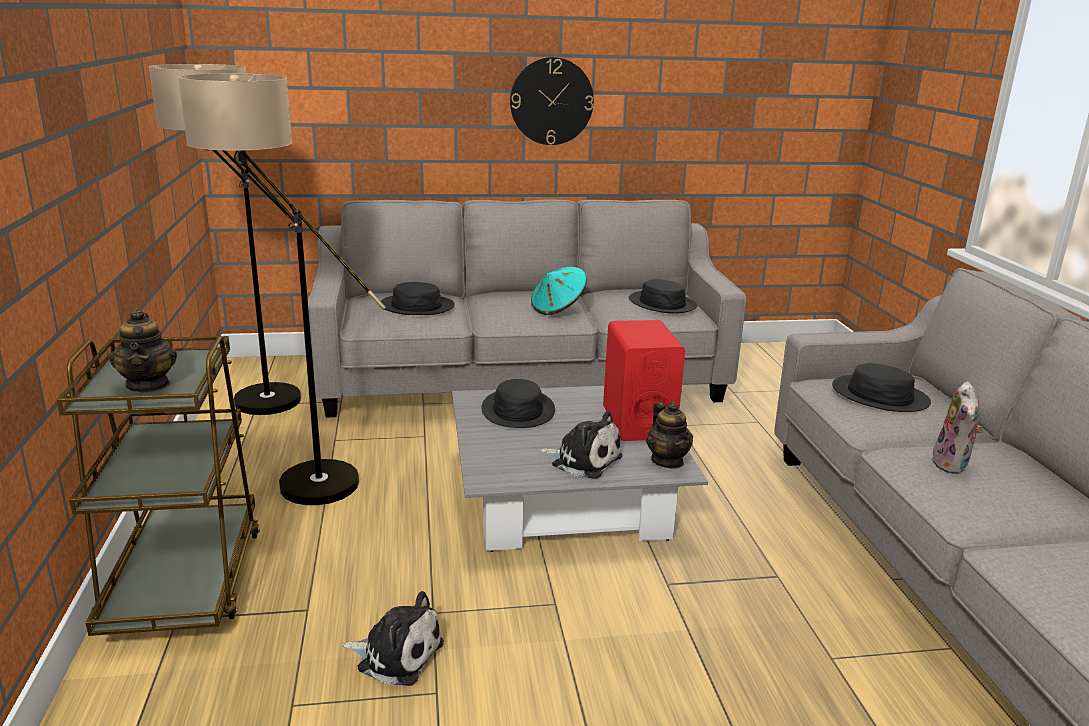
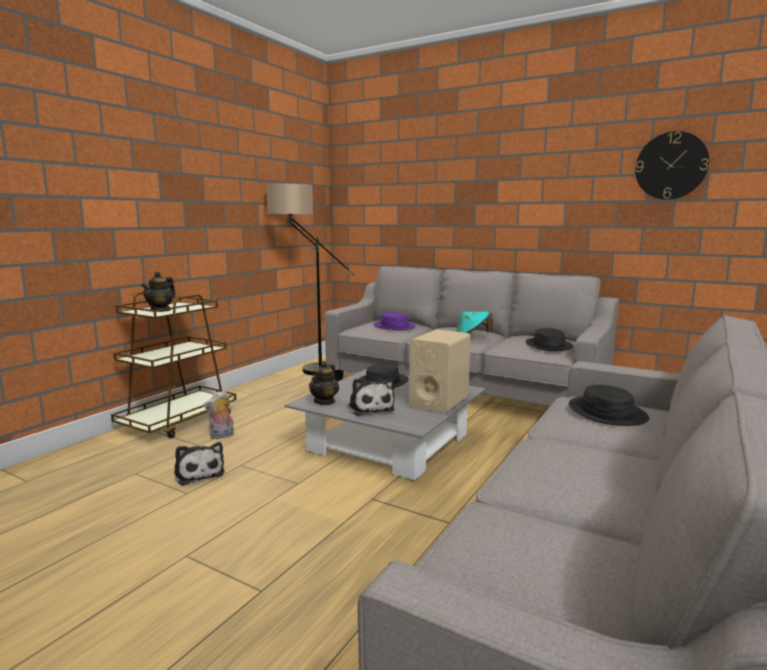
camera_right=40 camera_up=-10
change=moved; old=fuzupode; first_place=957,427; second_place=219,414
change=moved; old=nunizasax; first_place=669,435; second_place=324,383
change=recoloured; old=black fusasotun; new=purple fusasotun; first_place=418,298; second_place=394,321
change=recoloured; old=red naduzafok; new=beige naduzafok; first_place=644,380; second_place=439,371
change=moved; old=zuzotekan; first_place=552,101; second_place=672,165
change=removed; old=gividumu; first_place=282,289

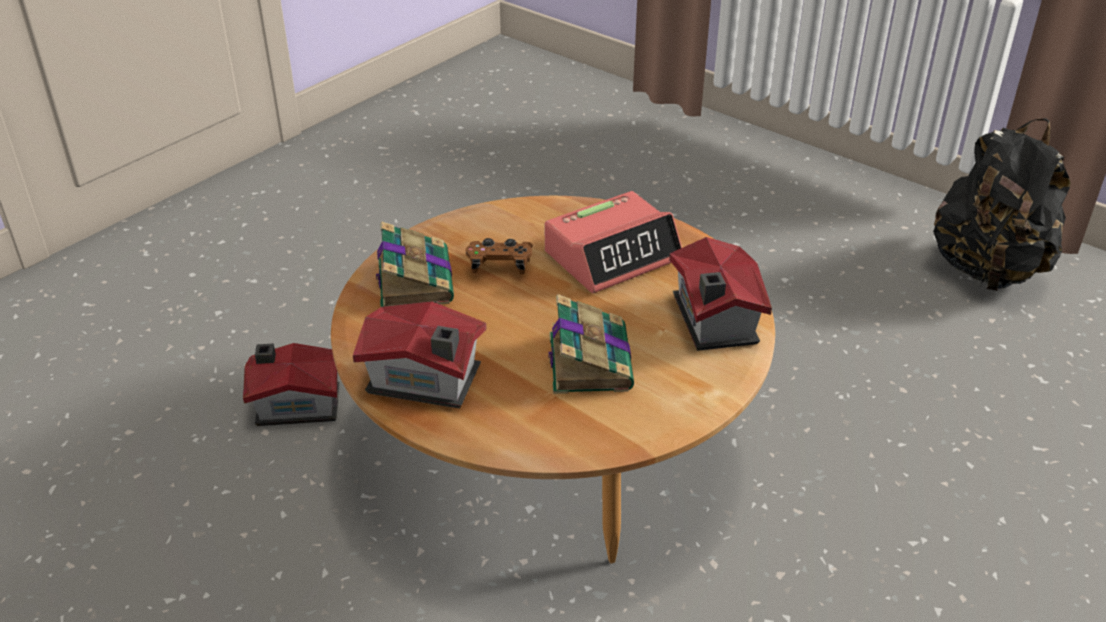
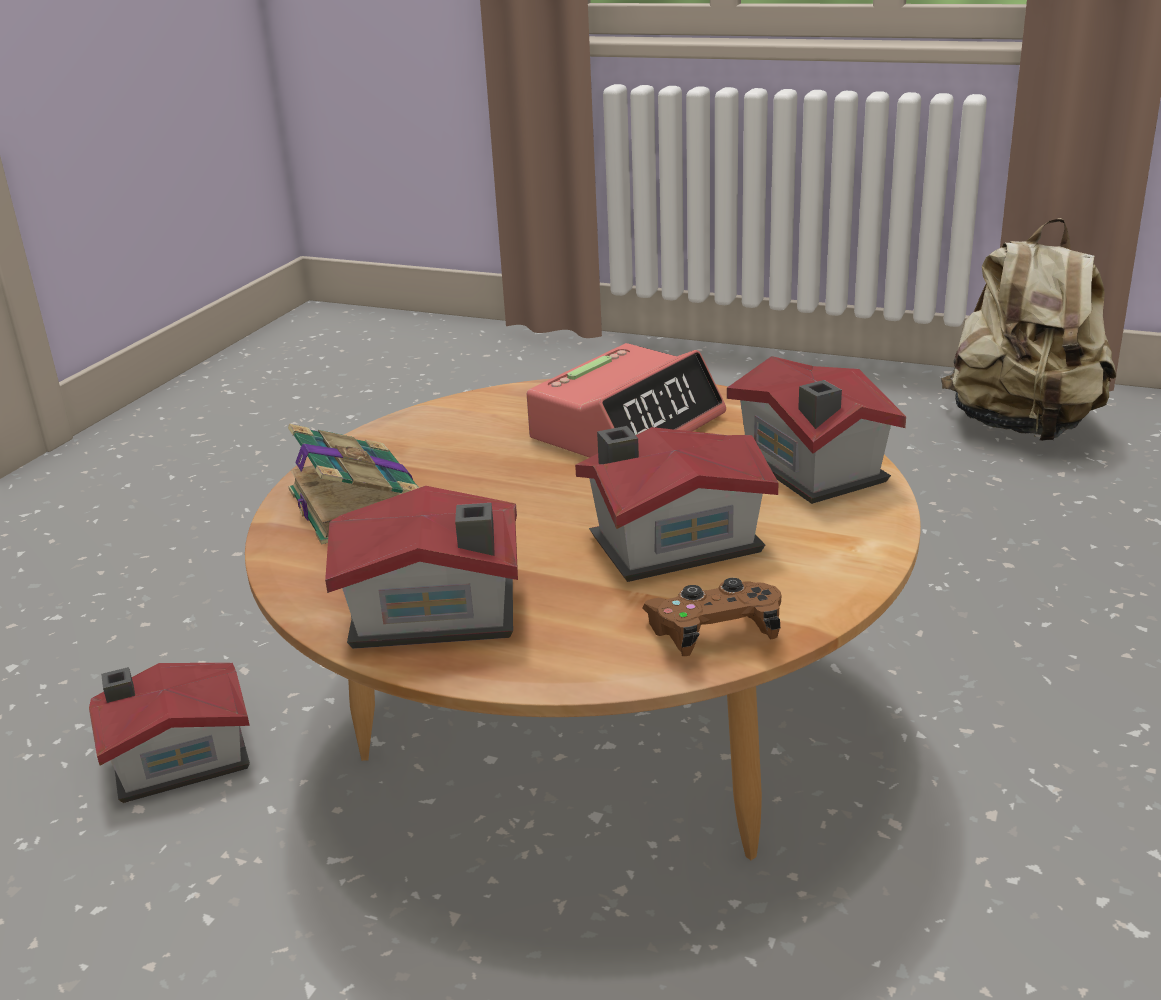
camera_right=-15 camera_up=-10
change=replaced; old=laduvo; new=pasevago; first_place=591,344; second_place=676,504
change=moved; old=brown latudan; first_place=499,256; second_place=711,617
change=recoloured; old=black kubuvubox; new=beige kubuvubox; first_place=1002,204; second_place=1028,329

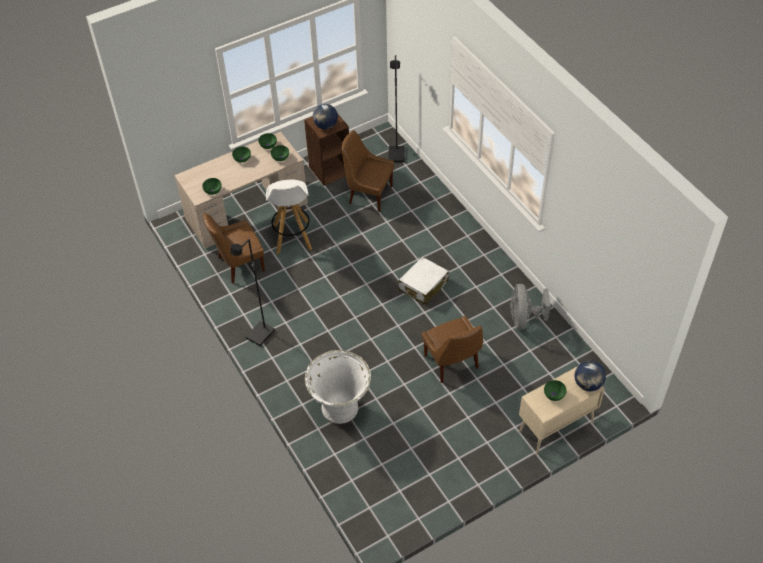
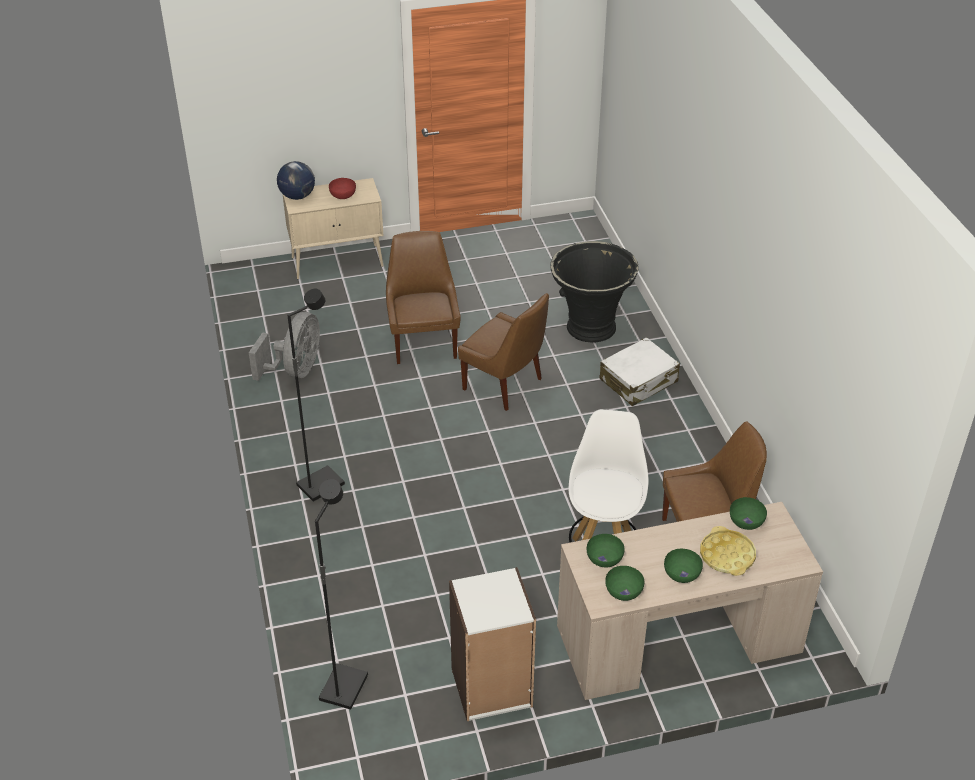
camera_right=-165 camera_up=-10
change=moved; old=black gividumu; first_place=252,292; second_place=316,395
change=recoloured; old=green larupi; new=red larupi; first_place=555,390; second_place=342,188
change=recoloured; old=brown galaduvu; new=white galaduvu; first_place=326,150; second_place=492,644
change=moved; old=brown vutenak; first_place=368,171; second_place=503,352
change=recoloured; old=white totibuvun; new=black totibuvun; first_place=338,387; second_place=594,292
change=moved; old=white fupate; first_place=424,281; second_place=639,371
change=added; new=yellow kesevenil; second_place=728,551
change=removed; old=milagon; first_place=325,117

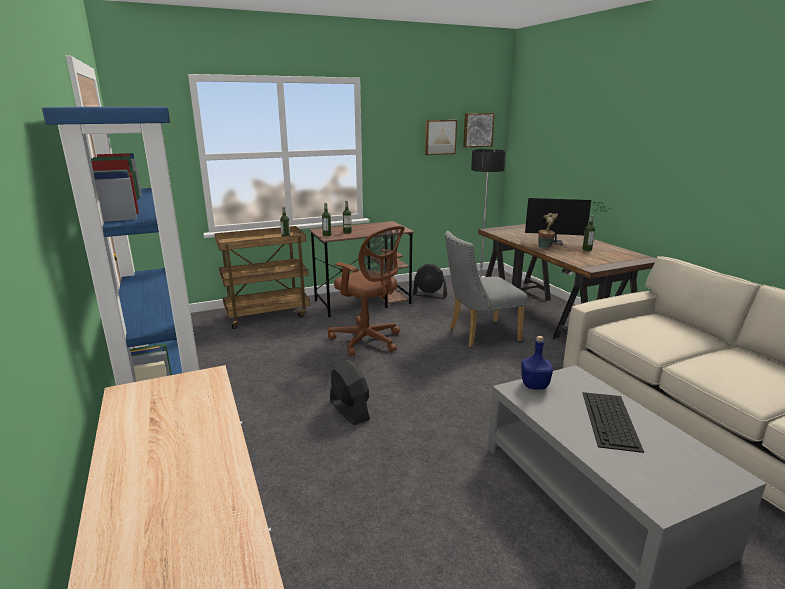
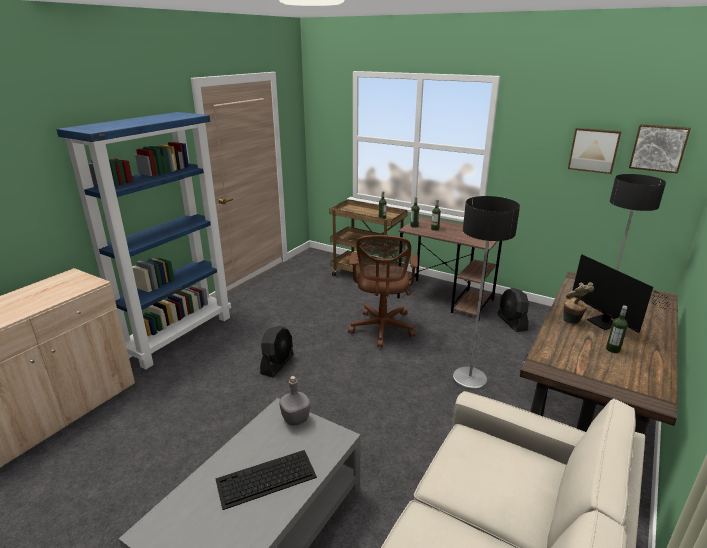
camera_right=55 camera_up=5
change=recoloured; old=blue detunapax; new=grey detunapax; first_place=537,363; second_place=294,401
change=replaced; old=grey vutenak; new=gividumu; first_place=486,289; second_place=486,293

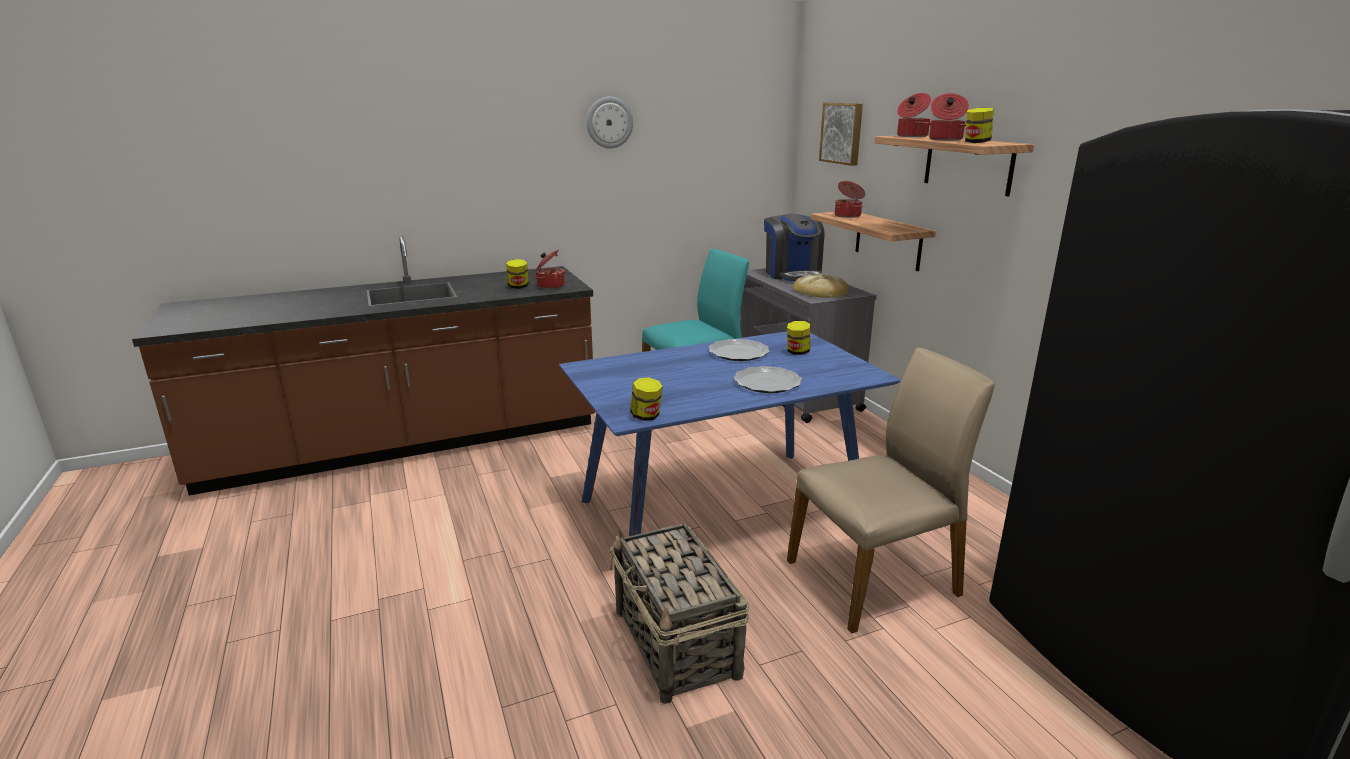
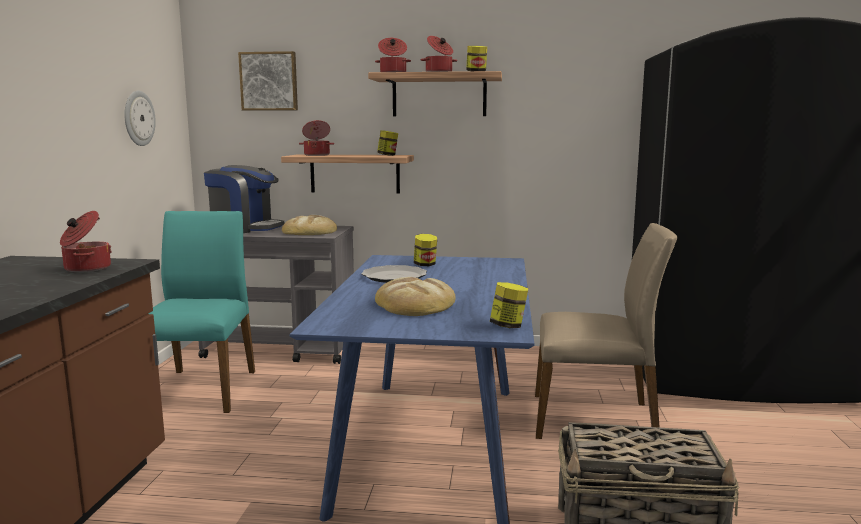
camera_right=-60 camera_up=-10
change=moved; old=zuzotekan; first_place=610,123; second_place=140,118
change=added; new=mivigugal; second_place=415,296
change=moved; old=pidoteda; first_place=517,274; second_place=387,143
change=turned; old=beige vutenak; first_place=891,491; second_place=606,331; degrees=90
change=removed; old=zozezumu; first_place=767,379

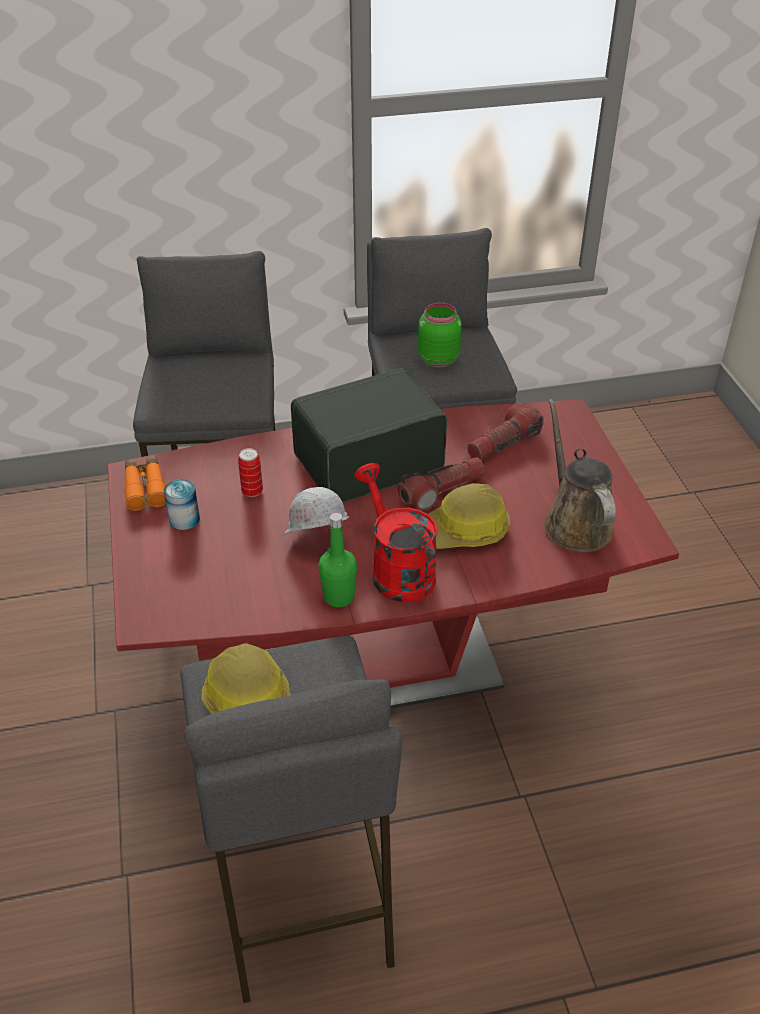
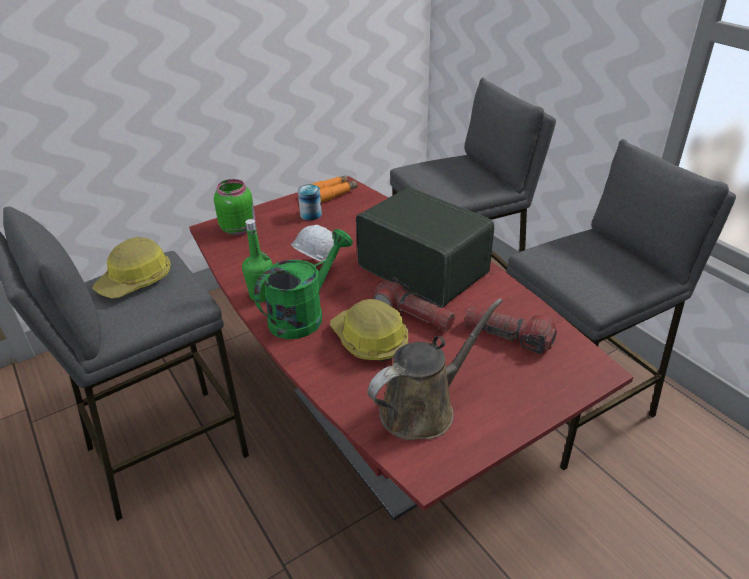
camera_right=70 camera_up=-5
change=moved; old=green pidoteda; first_place=440,335; second_place=234,207
change=recoloured; old=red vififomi; new=green vififomi; first_place=396,533; second_place=303,284
change=removed; old=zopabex; first_place=250,472

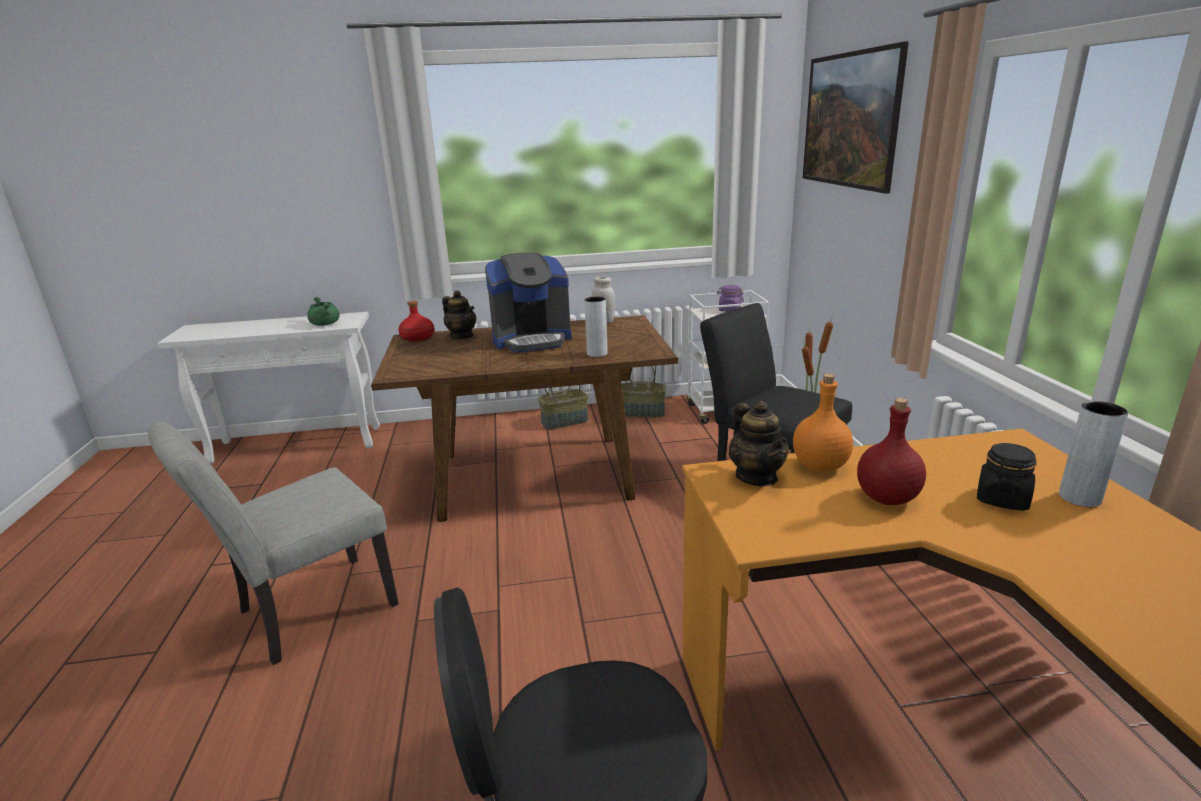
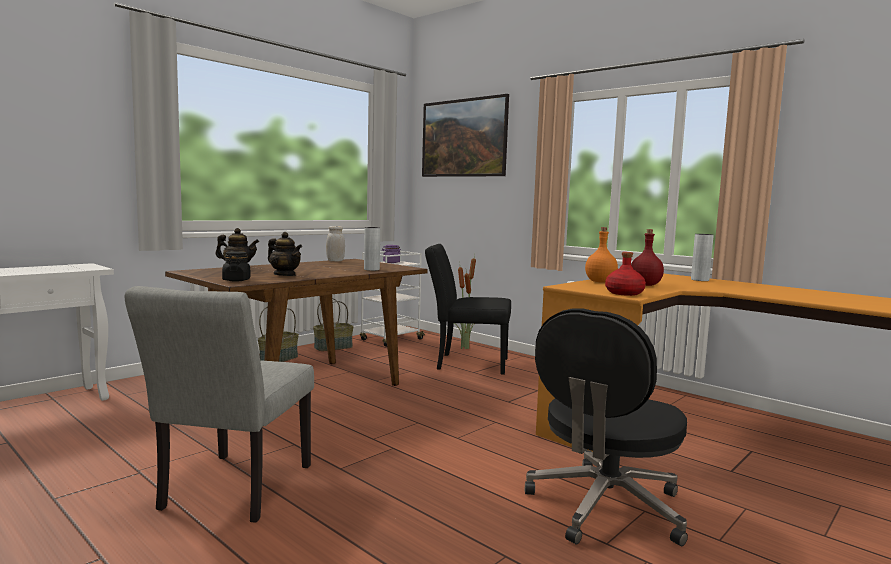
camera_right=-40 camera_up=-15
change=moved; old=black pidoteda; first_place=1007,477; second_place=236,266
change=moved; old=nunizasax; first_place=758,443; second_place=285,254
change=moved; old=red detunapax; first_place=416,321; second_place=625,274
change=removed; old=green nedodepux; first_place=323,311
change=removed; old=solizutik; first_place=528,302

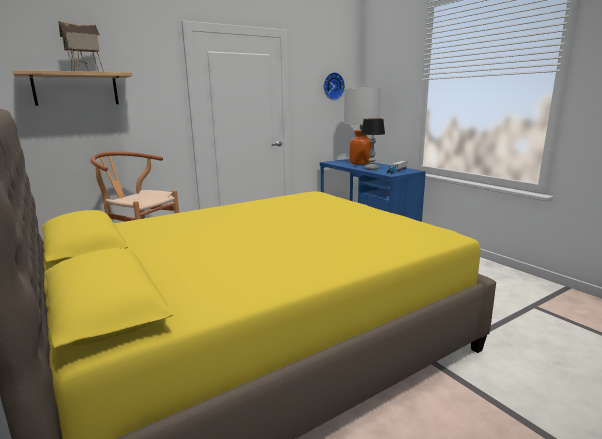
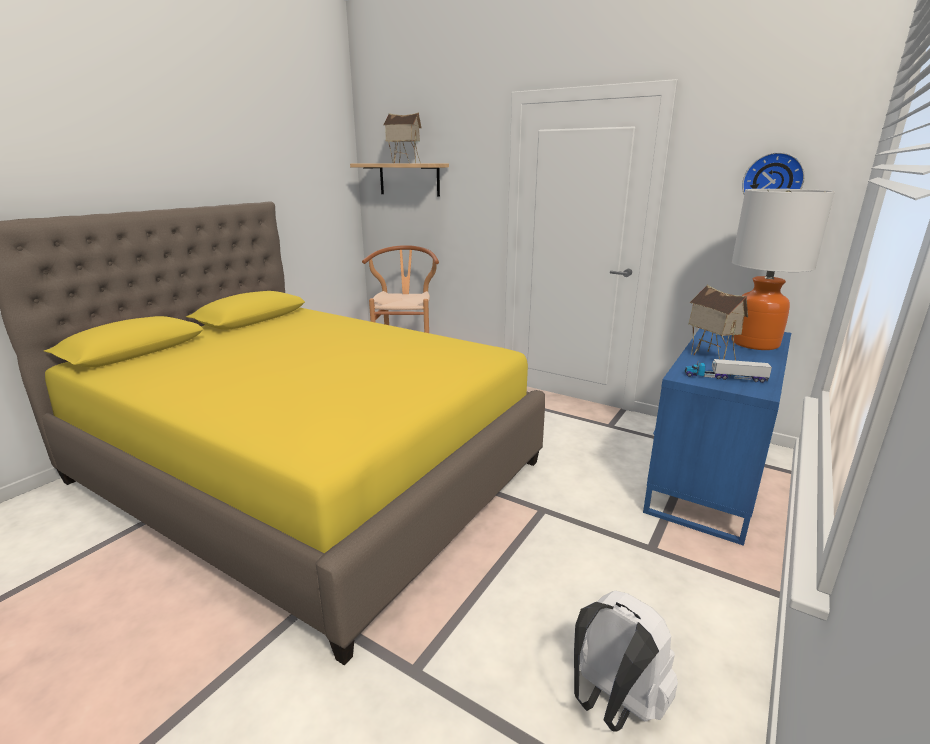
camera_right=65 camera_up=5
change=added; new=white kubuvubox; second_place=626,661
change=replaced; old=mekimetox; new=pasevago; first_place=373,144; second_place=718,323

